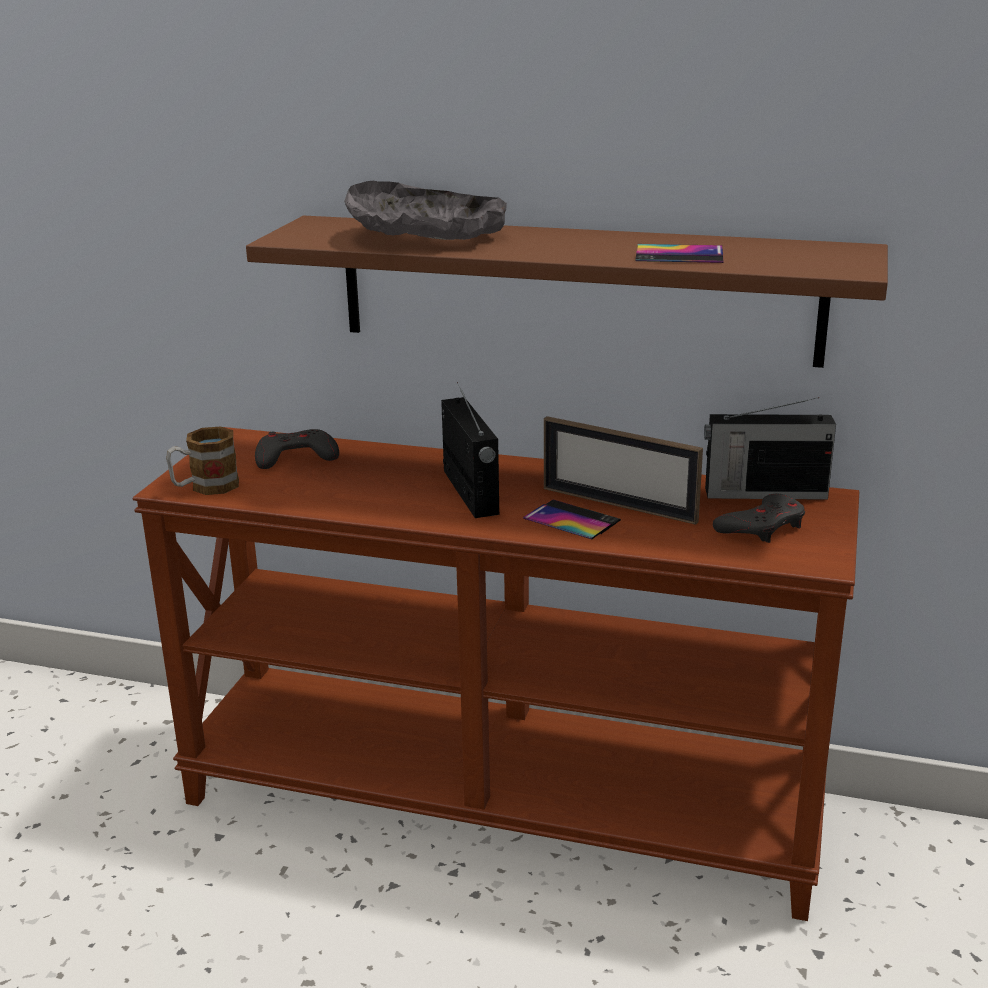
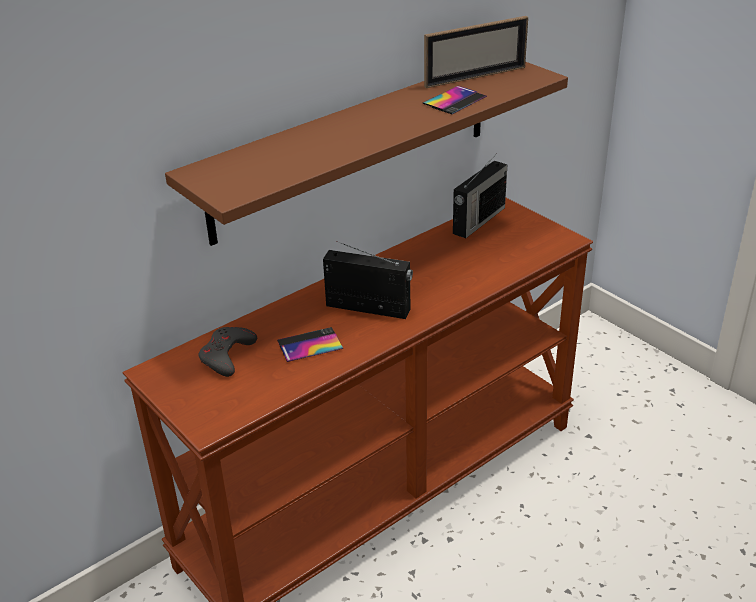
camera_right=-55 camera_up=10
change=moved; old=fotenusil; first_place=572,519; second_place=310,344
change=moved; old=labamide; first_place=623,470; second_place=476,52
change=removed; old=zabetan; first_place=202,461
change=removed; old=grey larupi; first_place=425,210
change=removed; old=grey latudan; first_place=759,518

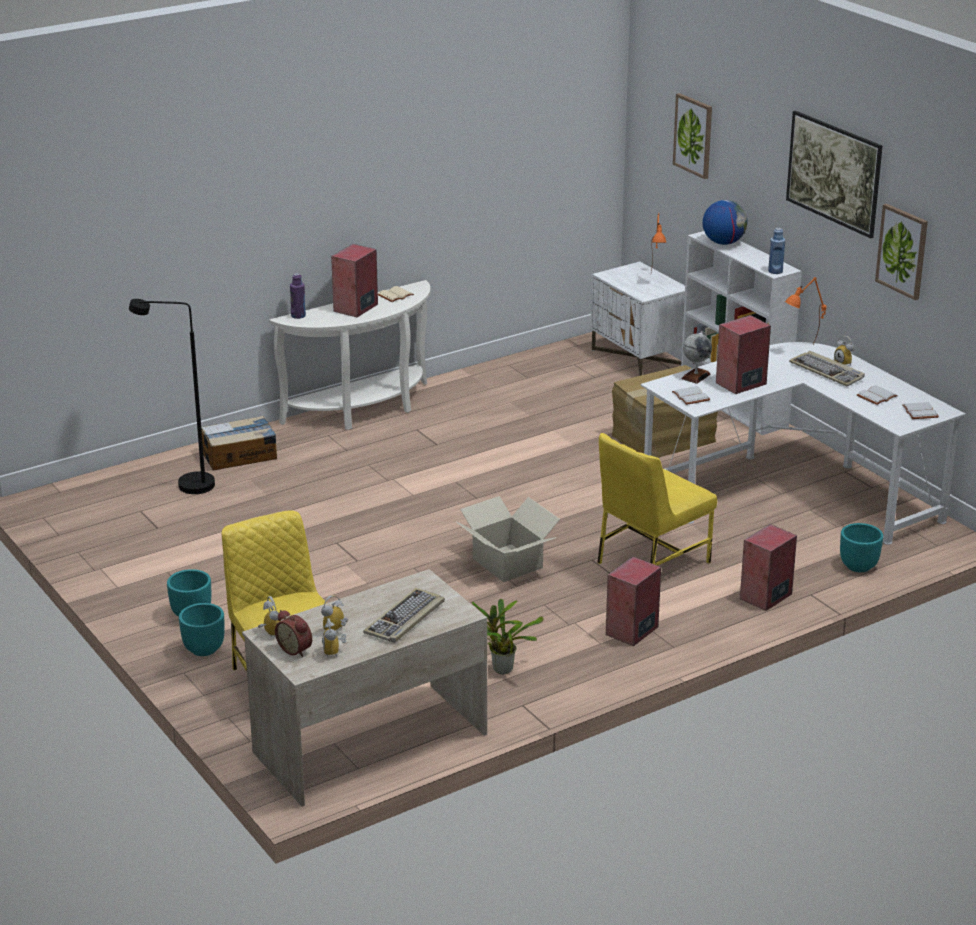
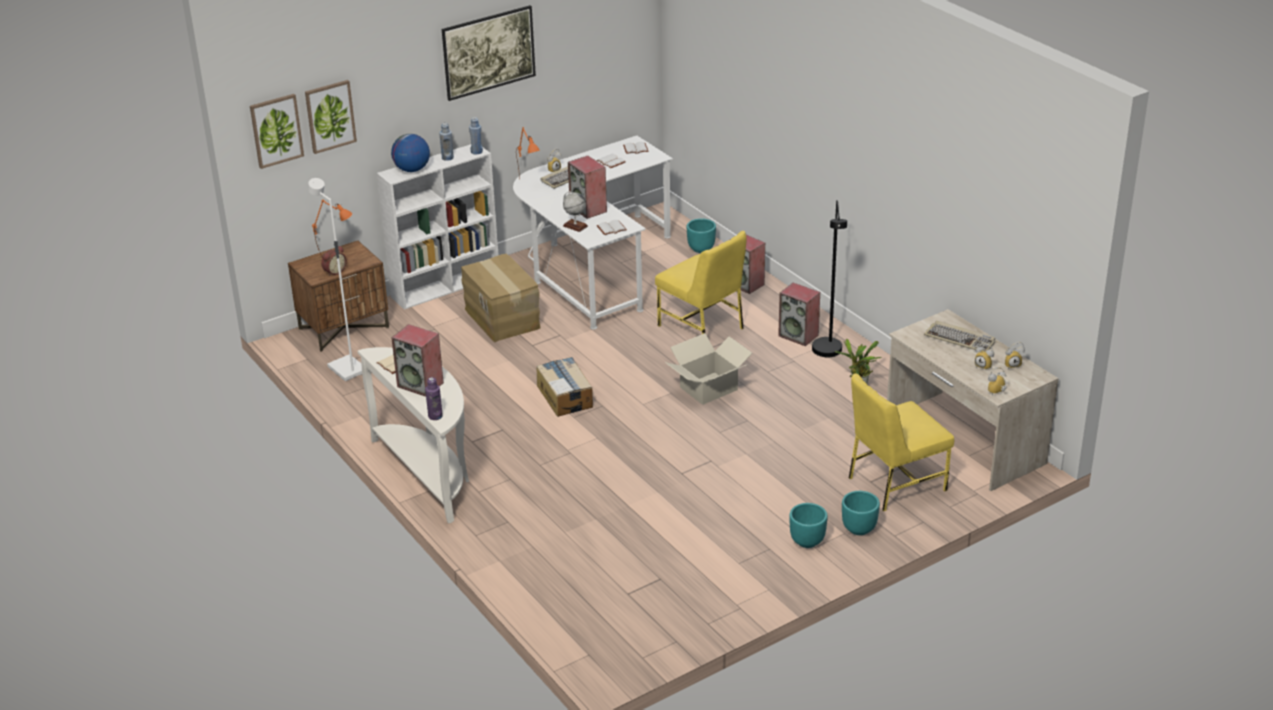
camera_right=-90 camera_up=5
change=moved; old=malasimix; first_place=901,252; second_place=277,131
change=recoloured; old=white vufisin; new=brown vufisin; first_place=638,319; second_place=338,296
change=added; new=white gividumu; second_place=335,279
change=moved; old=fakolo; first_place=293,633; second_place=334,261
change=added; new=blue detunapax; second_place=446,142
change=moved; old=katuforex; first_place=239,443; second_place=564,387
change=moved; old=black gividumu; first_place=172,396; second_place=829,278

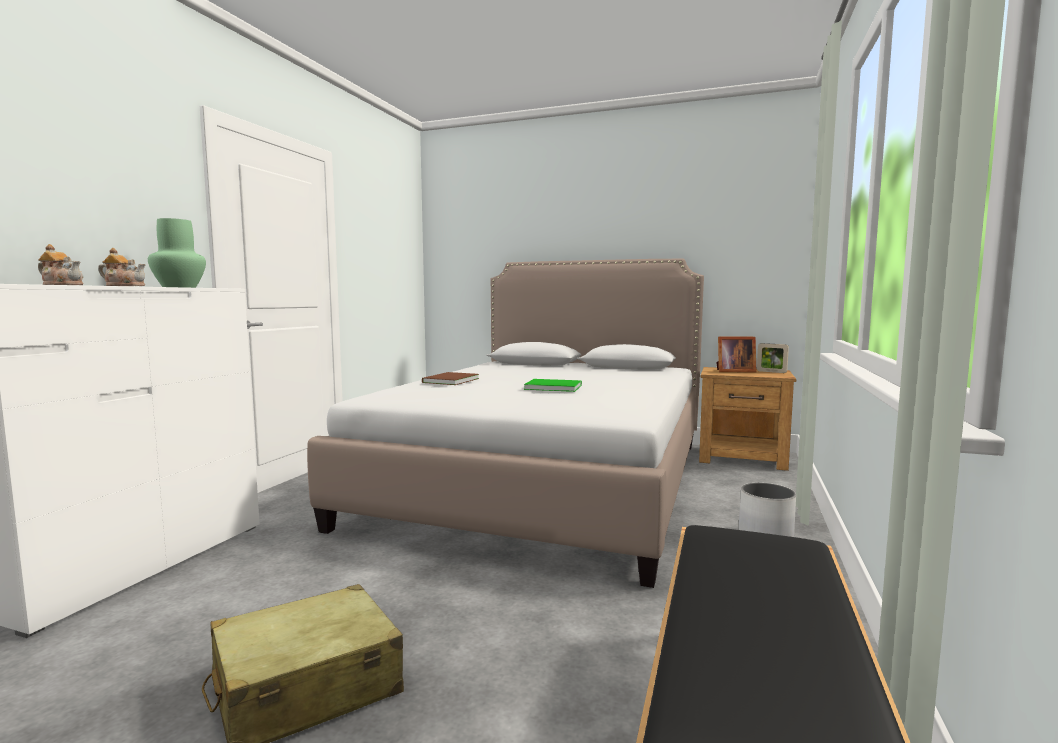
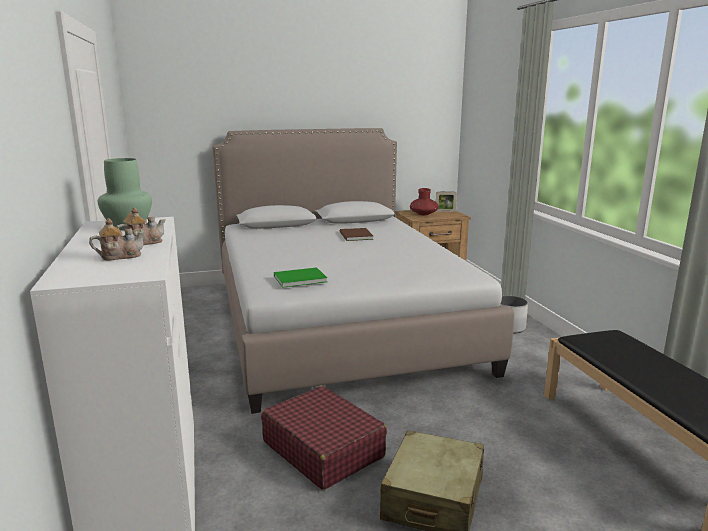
camera_right=-35 camera_up=10
change=added; new=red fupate; second_place=324,438
change=moved; old=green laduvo; first_place=553,385; second_place=300,277
change=moved; old=brown laduvo; first_place=450,378; second_place=357,234
change=replaced; old=labamide; new=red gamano; first_place=736,354; second_place=424,201

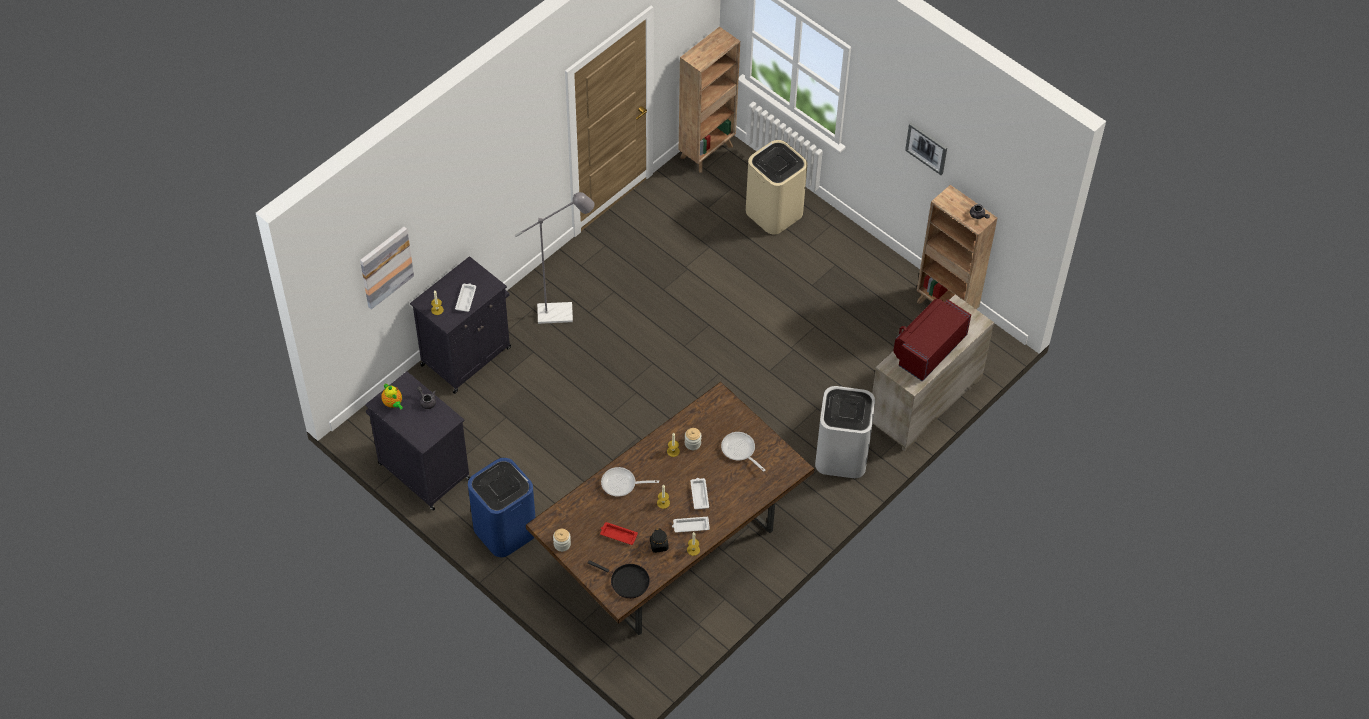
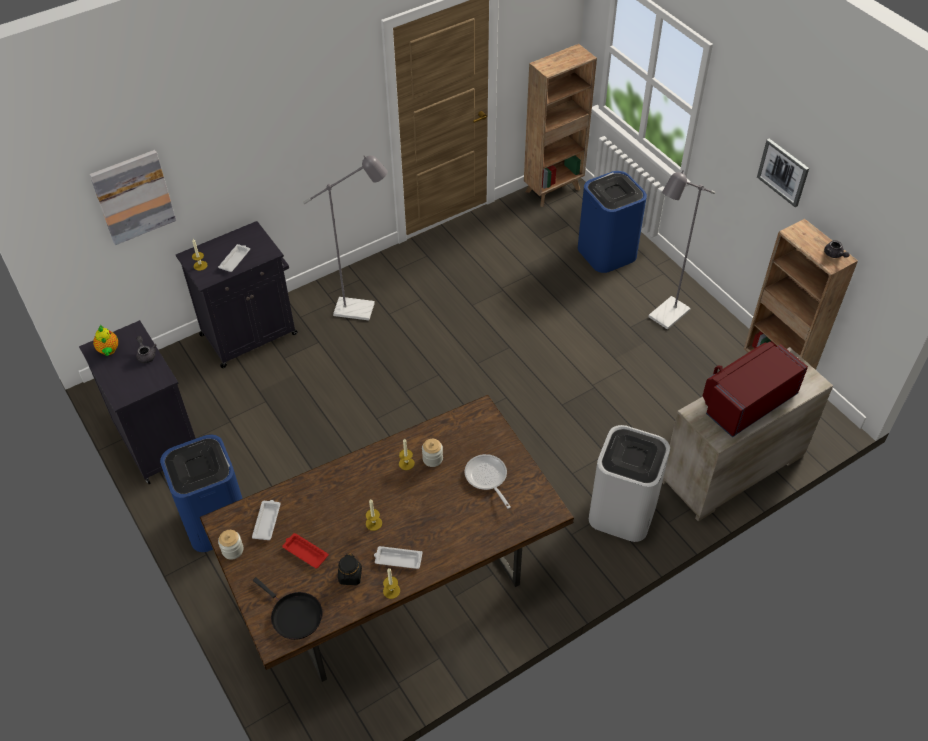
camera_right=15 camera_up=-5
change=moved; old=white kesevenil; first_place=699,493; second_place=266,520
change=recoloured; old=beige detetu; new=blue detetu; first_place=776,187; second_place=612,222
change=added; new=grey gividumu; second_place=681,250
change=removed; old=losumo; first_place=630,482

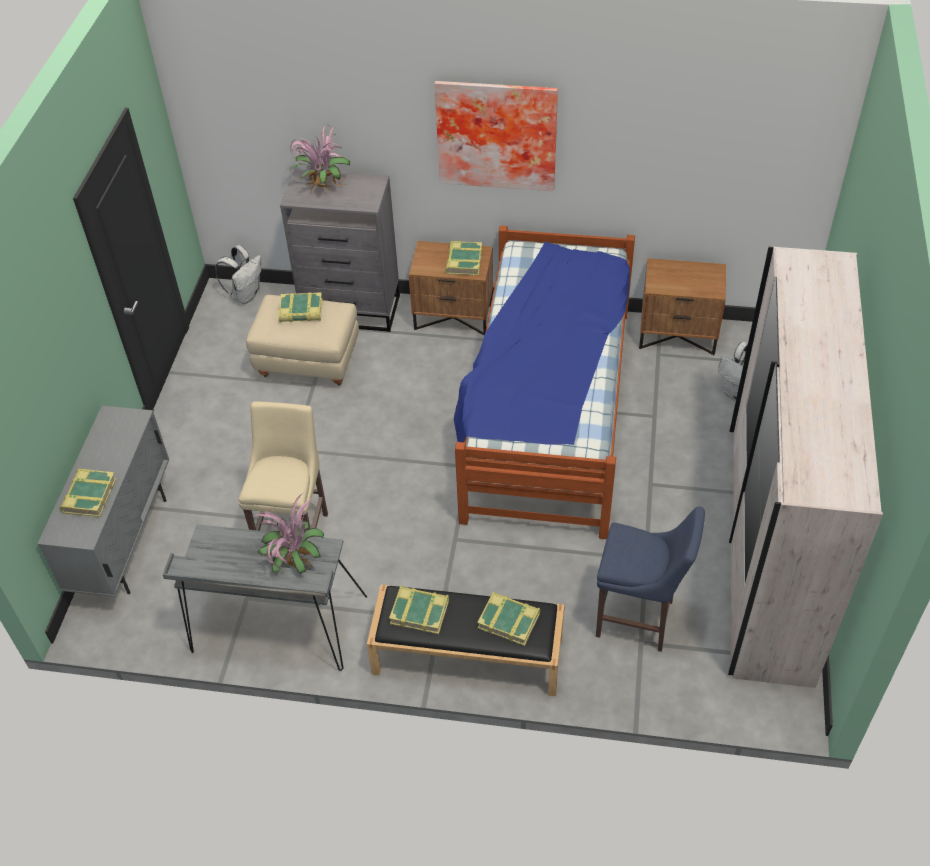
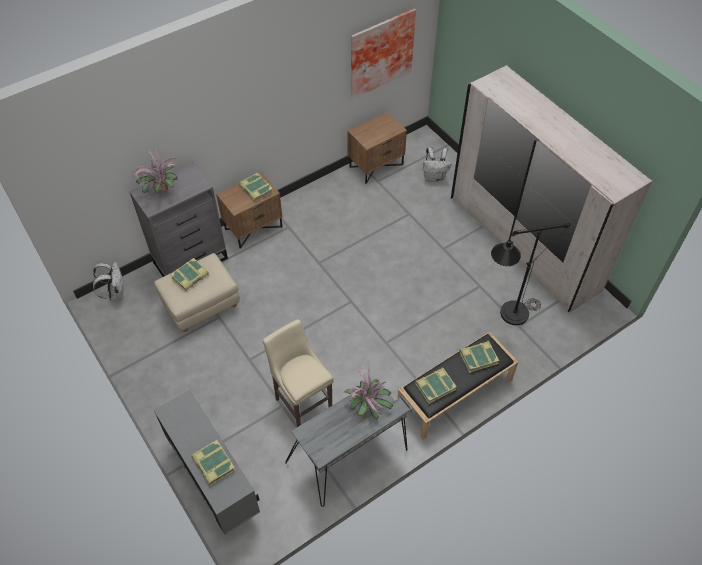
camera_right=-45 camera_up=5
change=moved; old=malasimix; first_place=496,136; second_place=383,53
change=replaced; old=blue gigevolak; new=black gividumu; first_place=650,579; second_place=531,274
change=removed; old=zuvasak; first_place=544,382

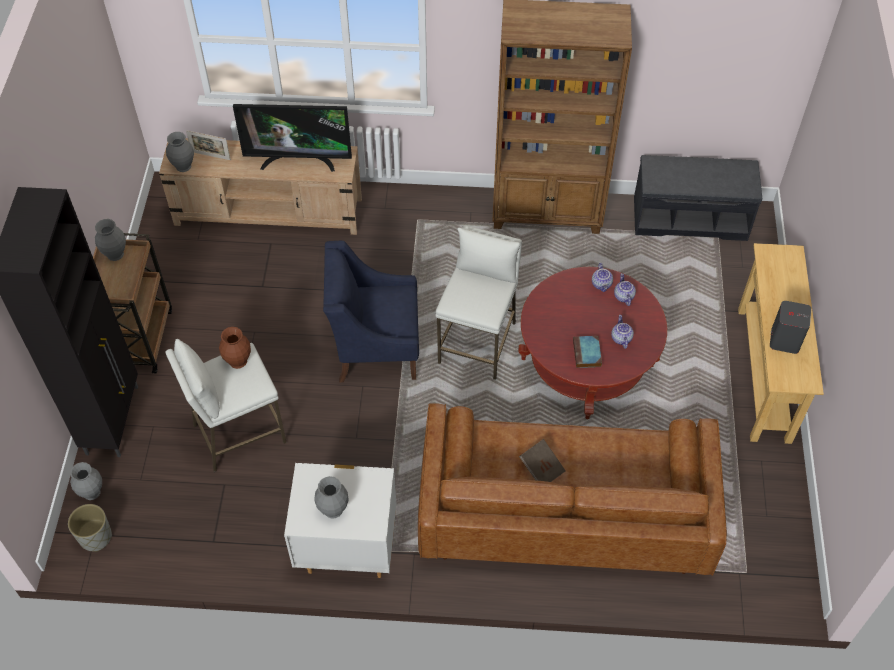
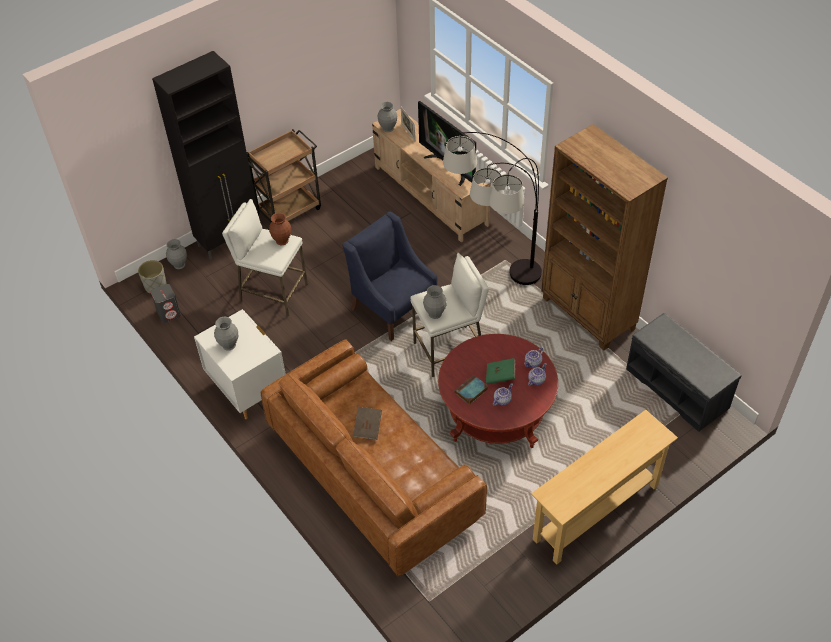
camera_right=50 camera_up=-5
change=moved; old=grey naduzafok; first_place=790,327; second_place=166,303
change=moved; old=grey gamano; first_place=110,240; second_place=435,302
change=added; new=gividumu; second_place=492,208
change=added; new=green laduvo; second_place=501,371

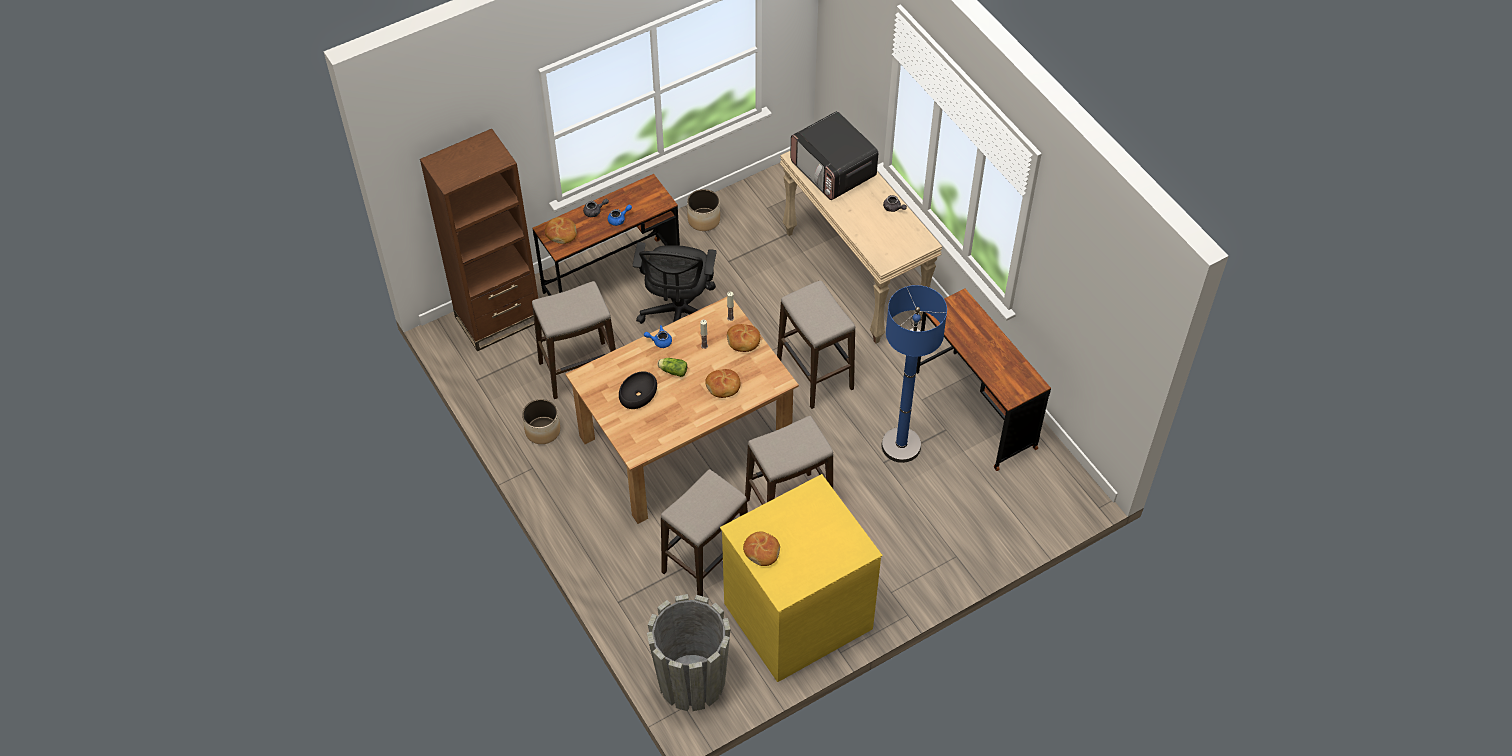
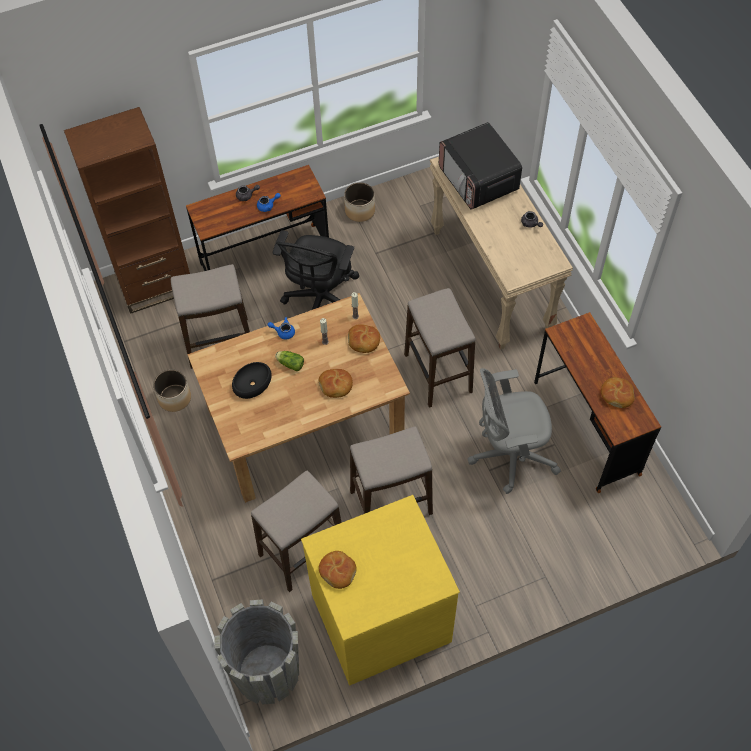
camera_right=10 camera_up=5
change=replaced; old=blue gividumu; new=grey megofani; first_place=914,374; second_place=514,431
change=moved; old=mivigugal; first_place=561,230; second_place=617,392

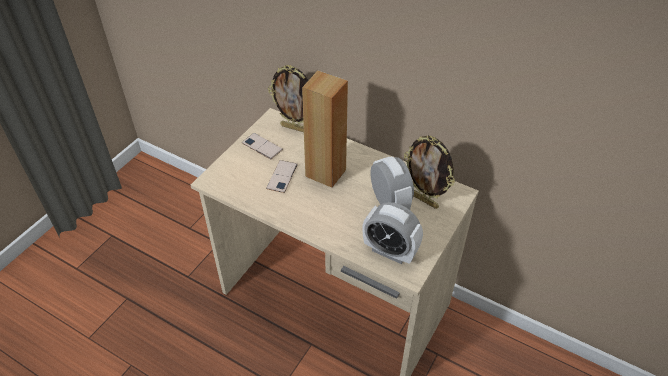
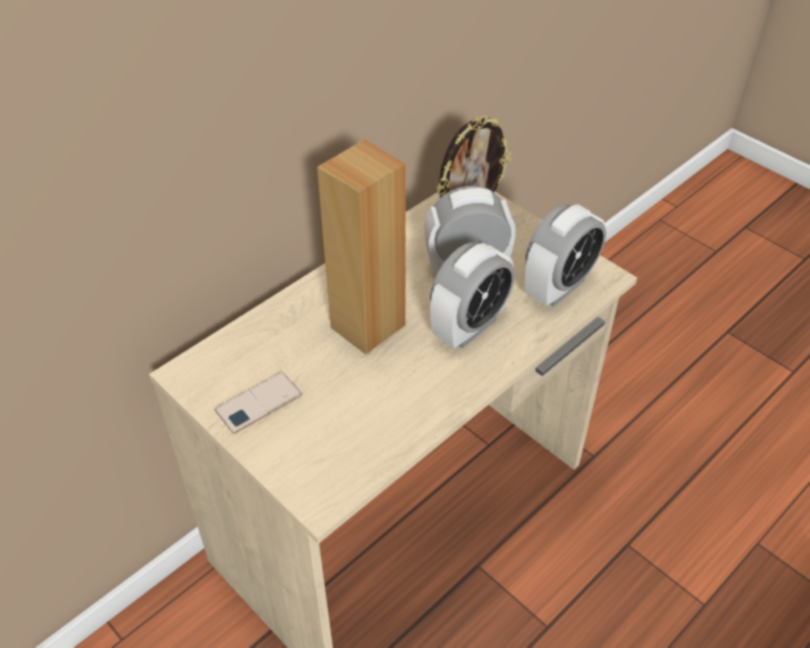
camera_right=-75 camera_up=0
change=added; new=fakolo; second_place=472,295
change=removed; old=fotenusil; first_place=282,176
change=removed; old=labamide; first_place=288,98

